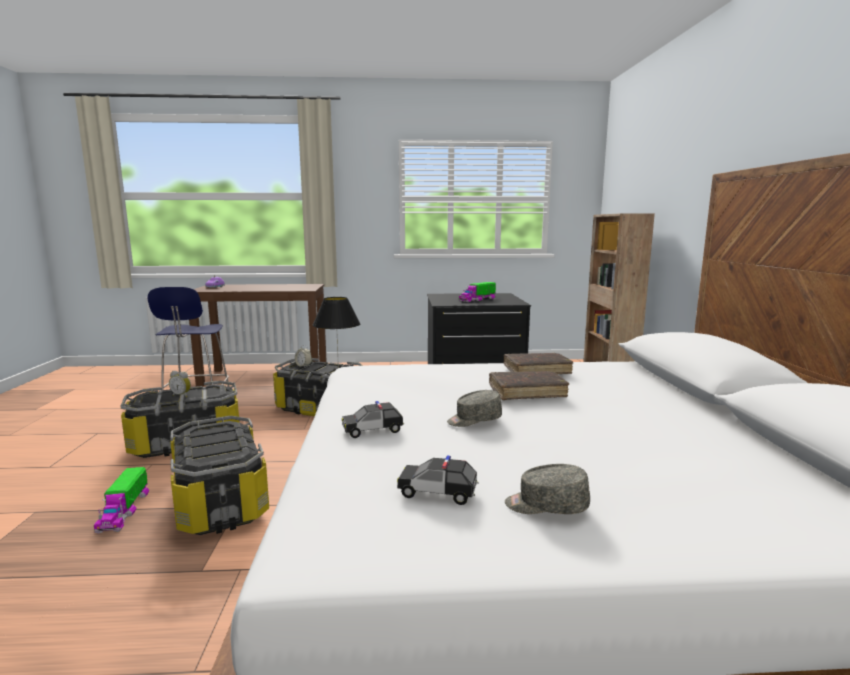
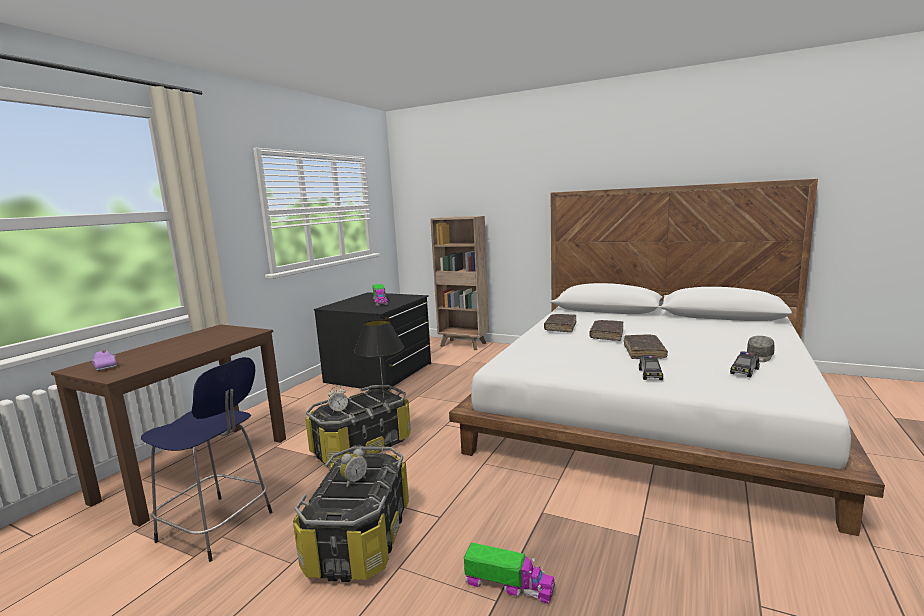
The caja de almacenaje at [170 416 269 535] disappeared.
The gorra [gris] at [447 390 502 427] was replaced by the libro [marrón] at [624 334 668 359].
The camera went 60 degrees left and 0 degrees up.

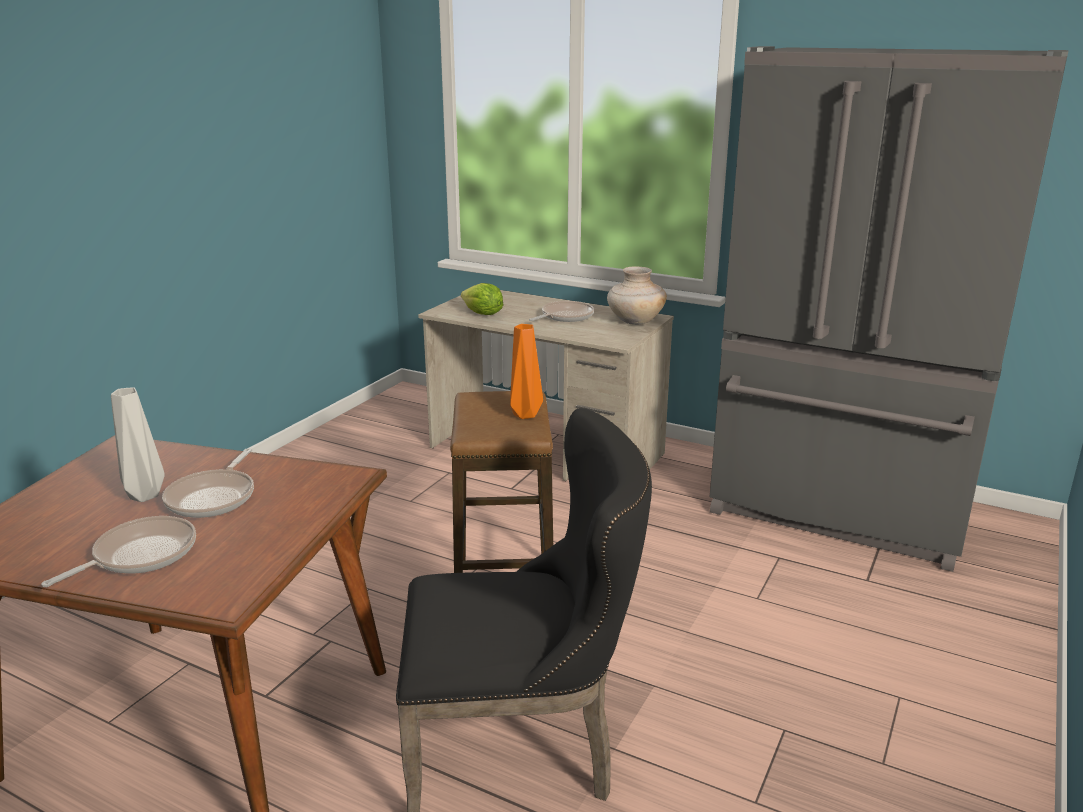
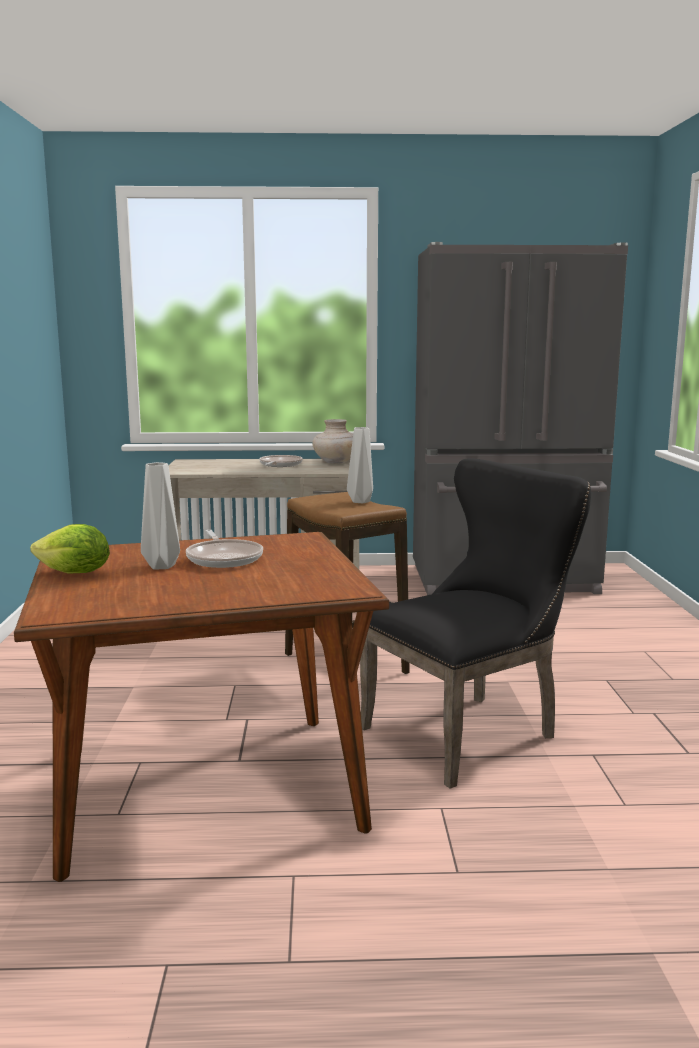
The sartén at [41 516 196 587] disappeared.
The lechuga moved from [461 283 503 315] to [30 524 110 573].
The florero [naranja] at [510 324 543 419] became the florero [gris] at [347 427 373 503].
The camera went 30 degrees left and 10 degrees down.

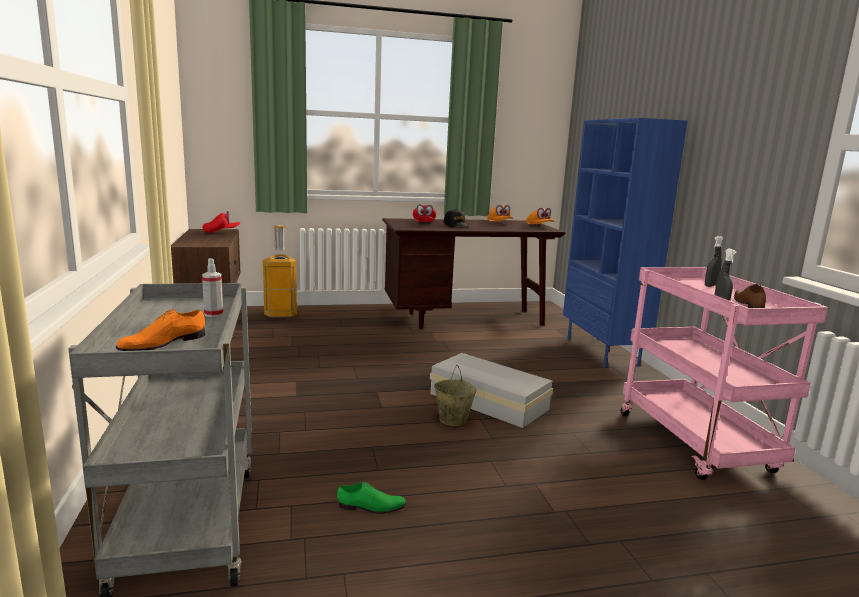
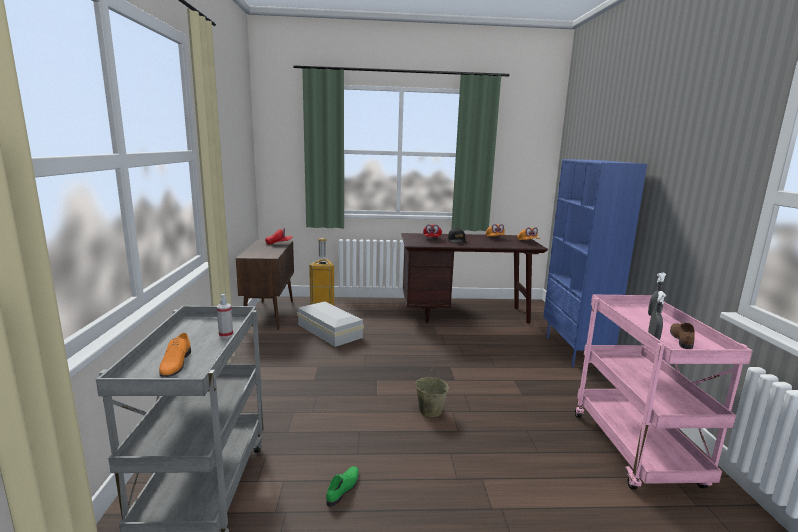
The zapato [naranja] at [116 309 205 351] turned 60 degrees counterclockwise.
The zapato [verde] at [337 482 406 514] turned 75 degrees counterclockwise.
The caja de almacenaje [blanco] moved from [430 353 553 428] to [297 301 364 347].
The camera went 10 degrees right and 0 degrees up.

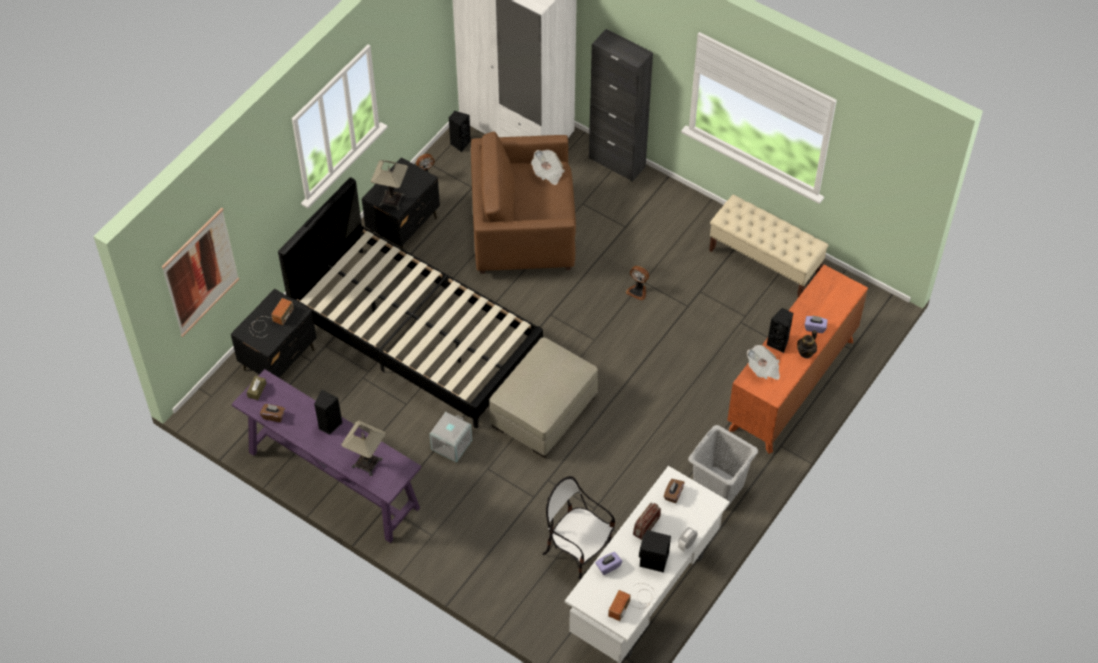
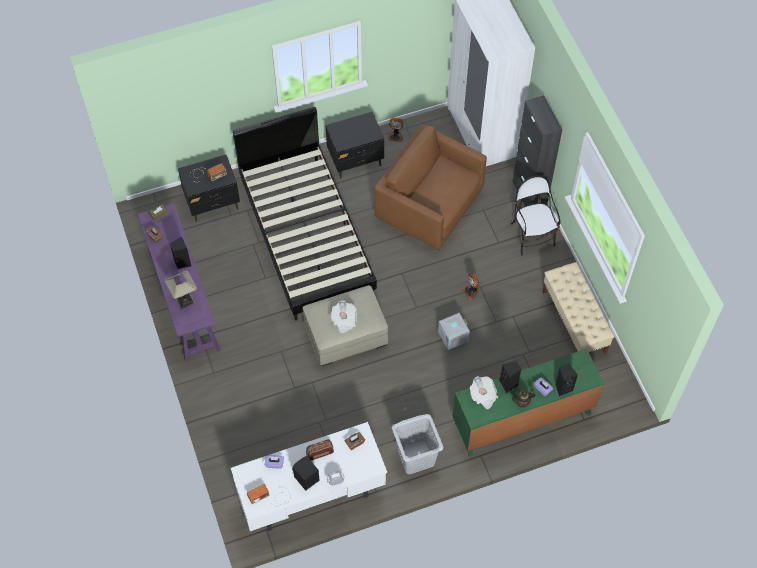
The cuadro at [162 208 239 337] disappeared.
The lámpara de mesa at [371 160 408 210] disappeared.
The caja de almacenaje [gris] moved from [430 412 472 462] to [438 313 470 350].
The altavoz [negro] moved from [449 111 471 152] to [555 364 578 396].
The periódico moved from [531 150 565 185] to [331 300 357 334].
The silla moved from [542 476 615 580] to [511 175 560 255].
The cómoda [naranja] at [727 265 868 454] became the cómoda [verde] at [452 349 604 456].
The camera went 35 degrees right and 5 degrees up.

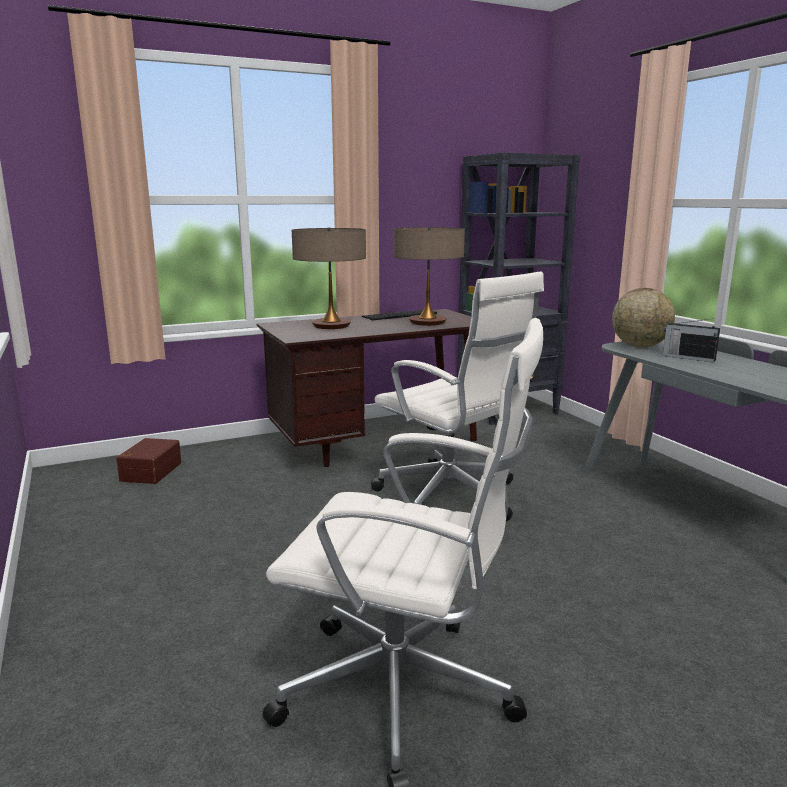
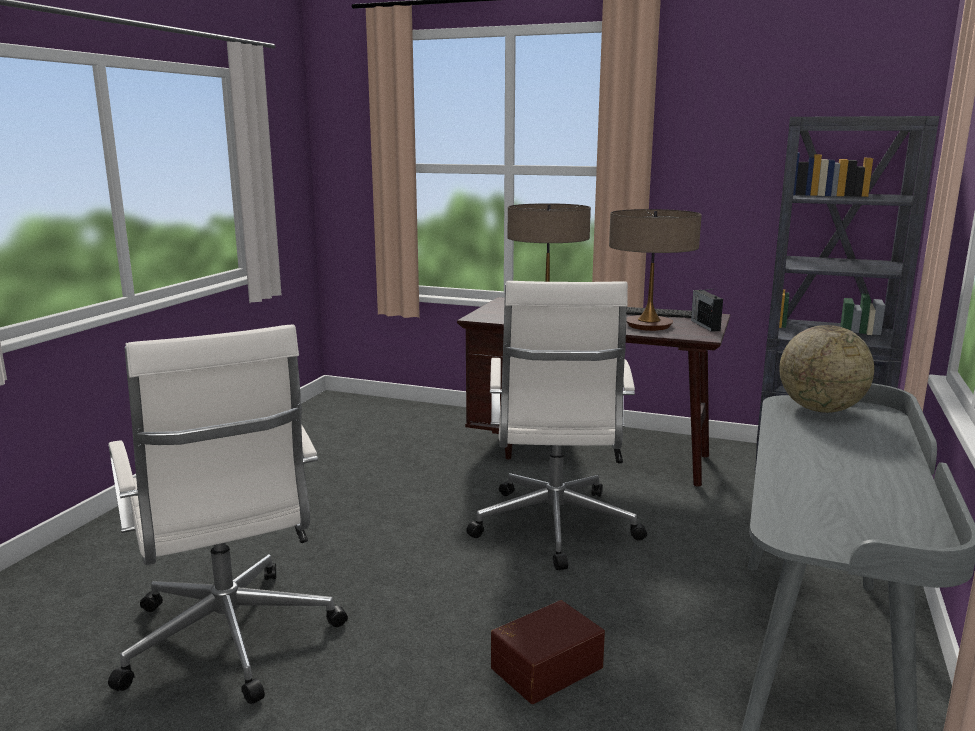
The caja de almacenaje [marrón] moved from [116 438 181 484] to [491 600 605 704].
The radio moved from [663 319 720 362] to [691 288 723 332].
The camera went 45 degrees right and 0 degrees up.

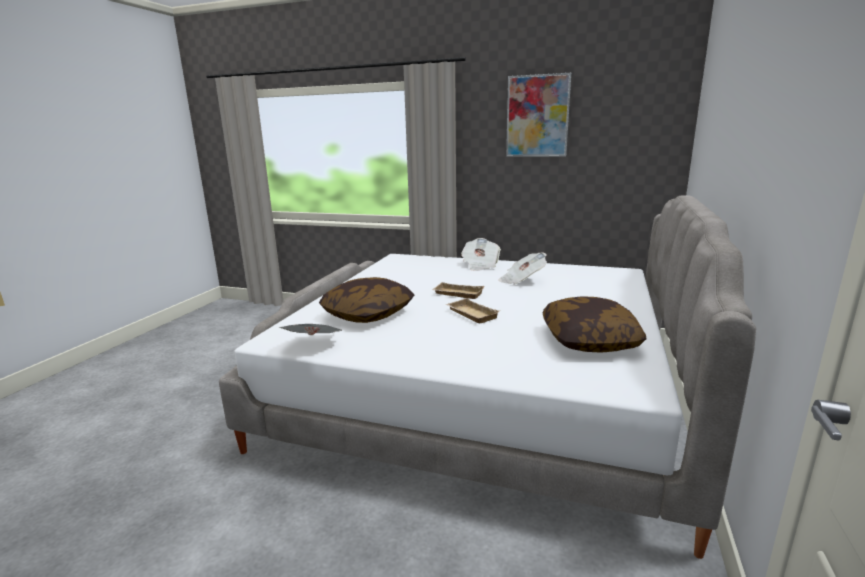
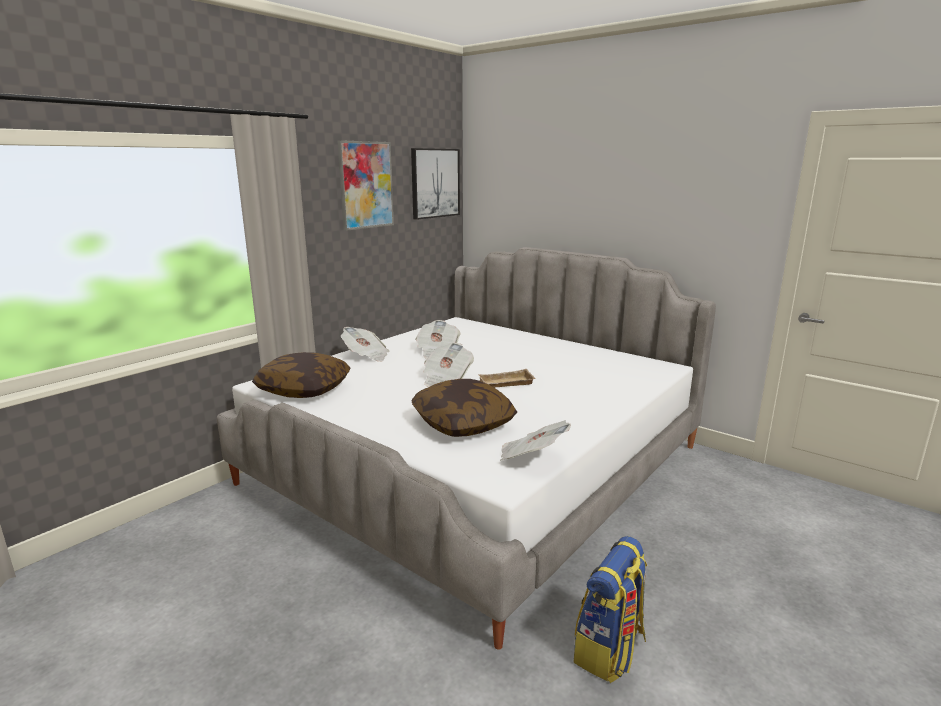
The bandeja [beis] at [432 282 485 299] was replaced by the periódico at [423 343 474 387].
The cojín moved from [543 296 646 353] to [252 352 350 398].
The cuadro at [411 148 460 220] appeared.
The mochila at [574 536 647 683] appeared.
The camera went 70 degrees left and 0 degrees up.

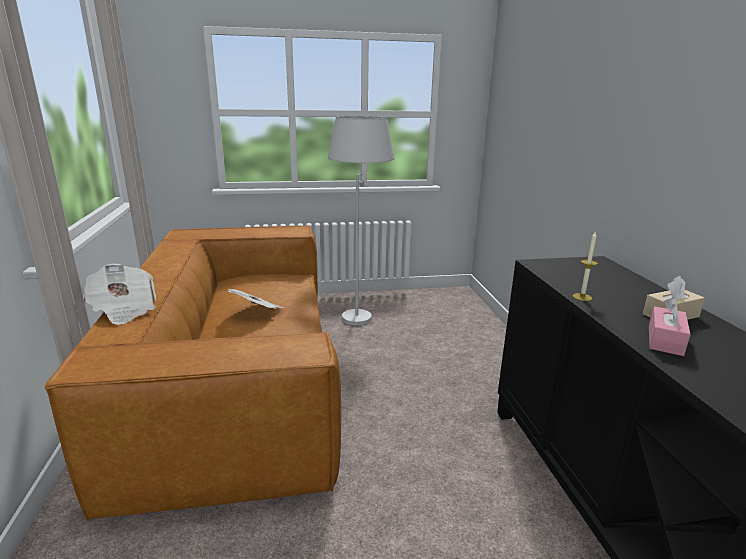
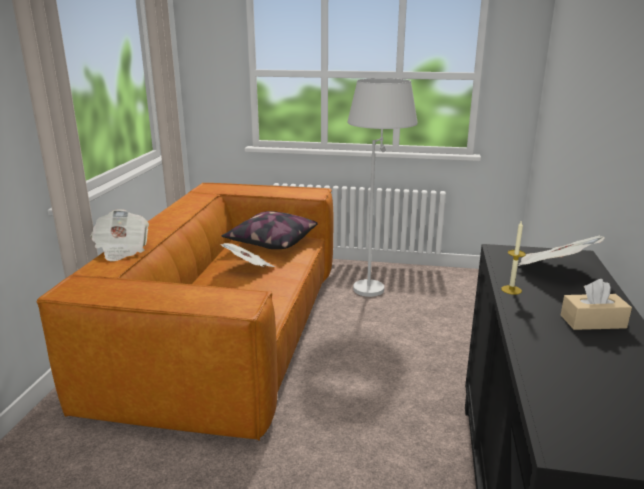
The caja de pañuelos [rosa] at [649 297 691 356] disappeared.
The cojín at [222 211 318 249] appeared.
The periódico at [518 235 605 266] appeared.
The camera went 20 degrees right and 0 degrees up.

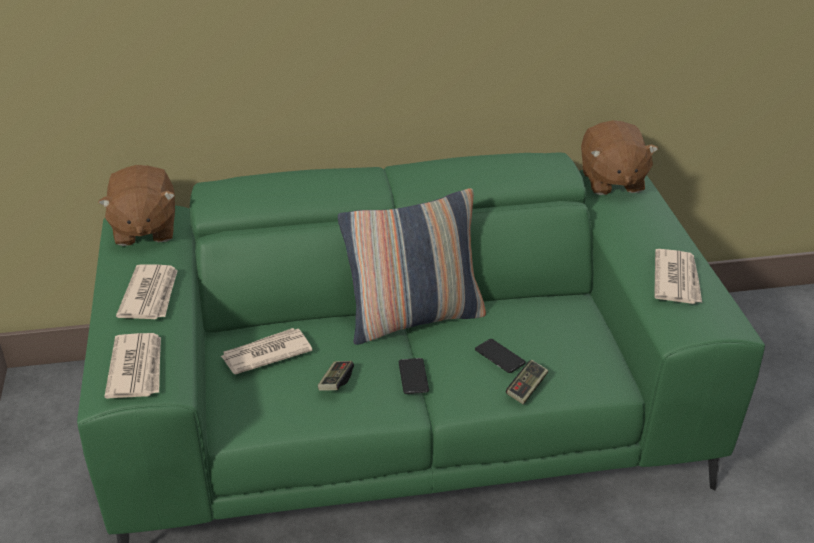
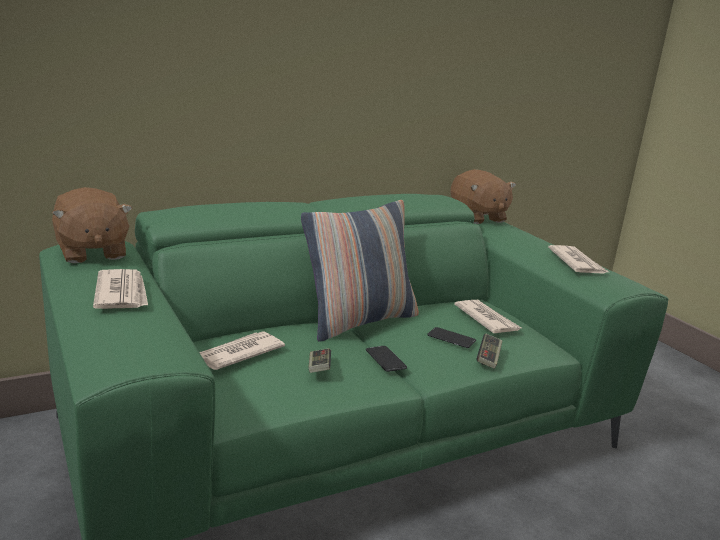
The periódico moved from [104 333 161 399] to [454 300 521 333].
The camera went 20 degrees left and 15 degrees down.

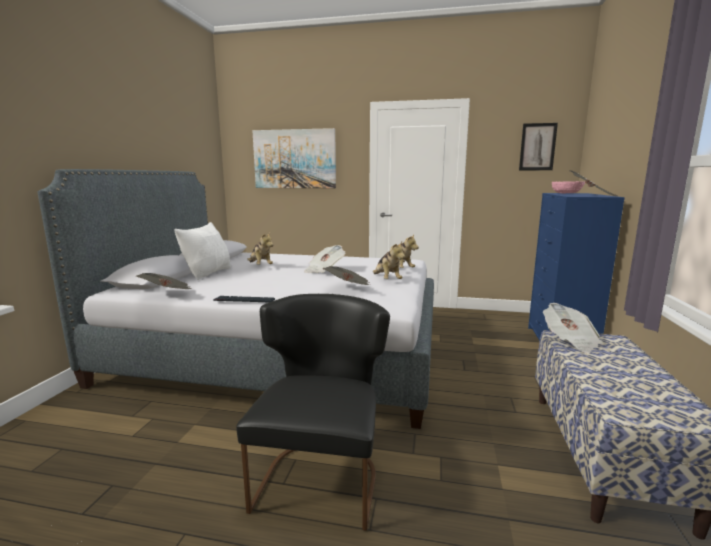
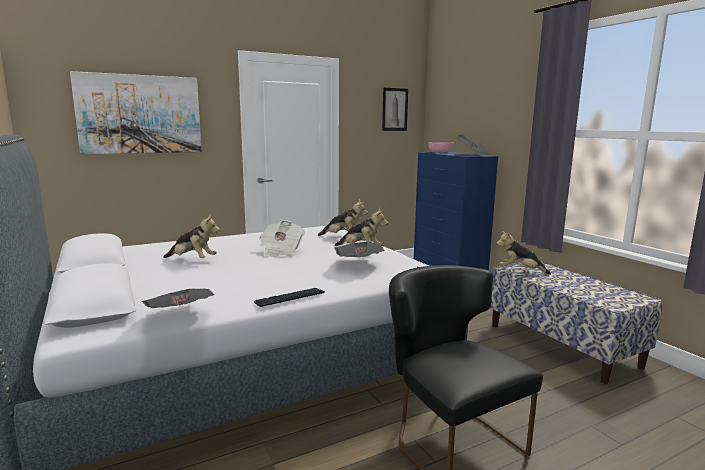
The cojín [blanco] at [175 222 231 280] disappeared.
The periódico at [543 303 603 353] was replaced by the peluche at [496 231 551 275].
The camera went 40 degrees left and 0 degrees up.

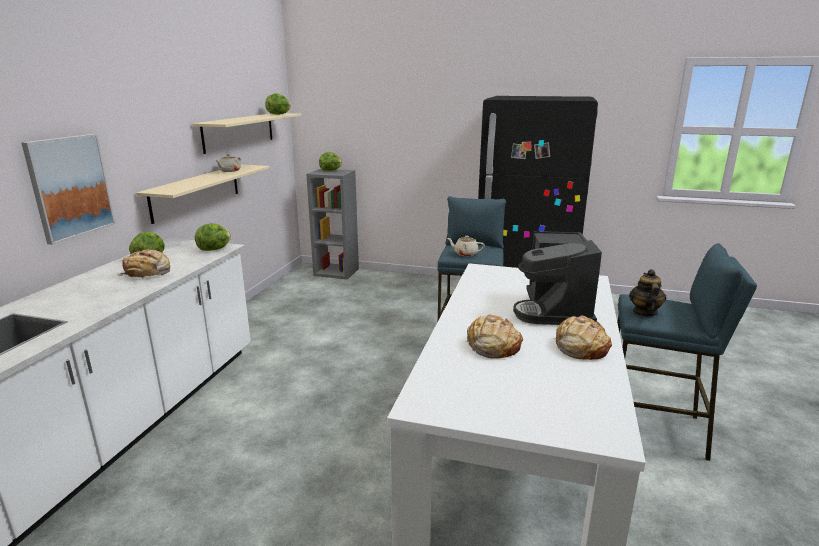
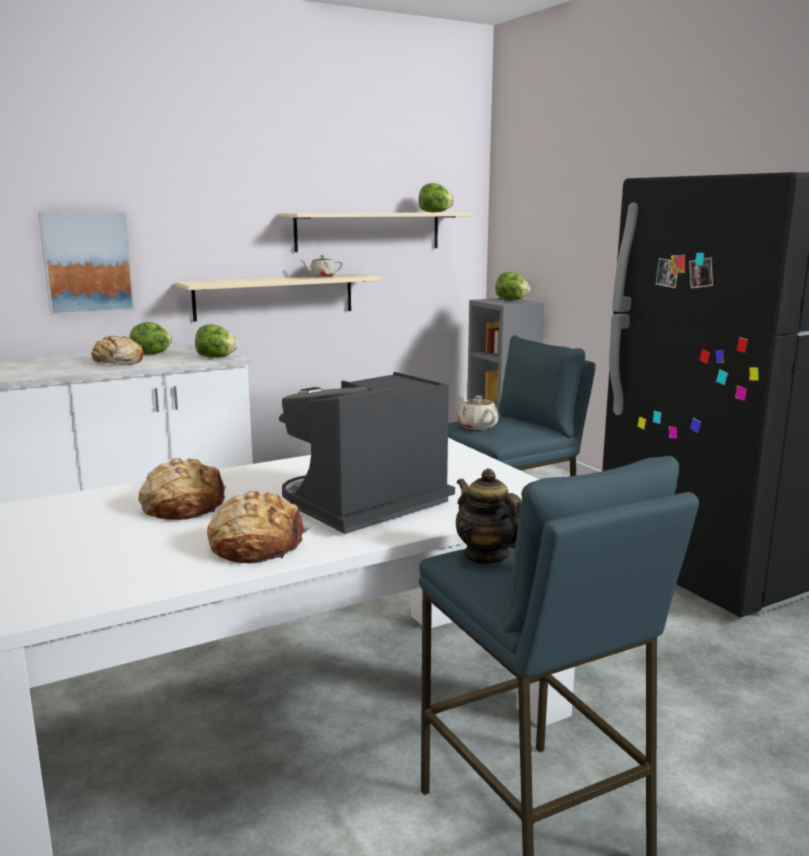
The tetera at [629 269 666 316] turned 90 degrees counterclockwise.
The camera went 45 degrees right and 5 degrees down.

